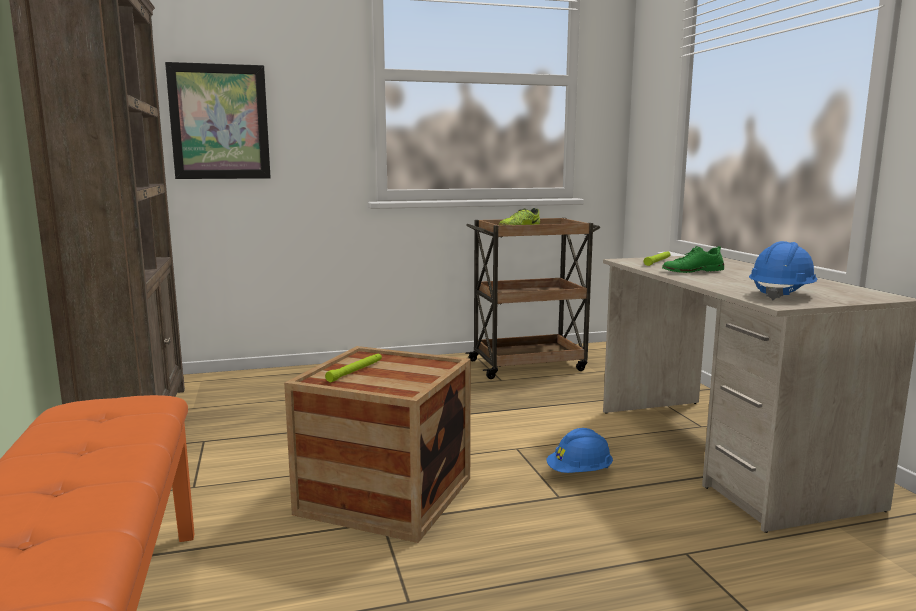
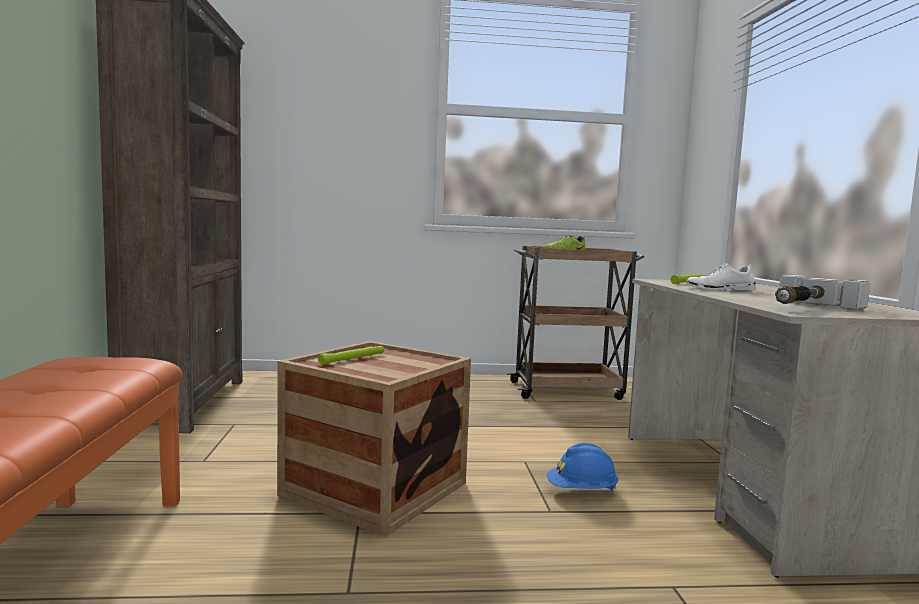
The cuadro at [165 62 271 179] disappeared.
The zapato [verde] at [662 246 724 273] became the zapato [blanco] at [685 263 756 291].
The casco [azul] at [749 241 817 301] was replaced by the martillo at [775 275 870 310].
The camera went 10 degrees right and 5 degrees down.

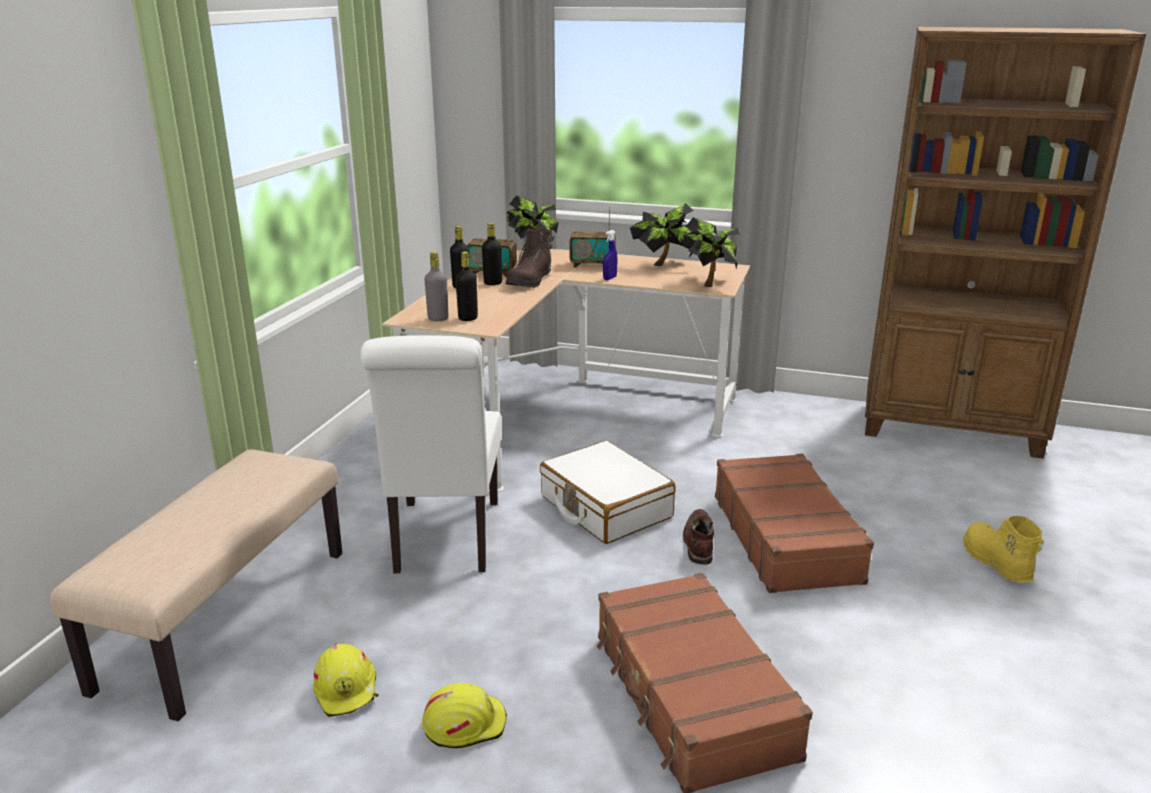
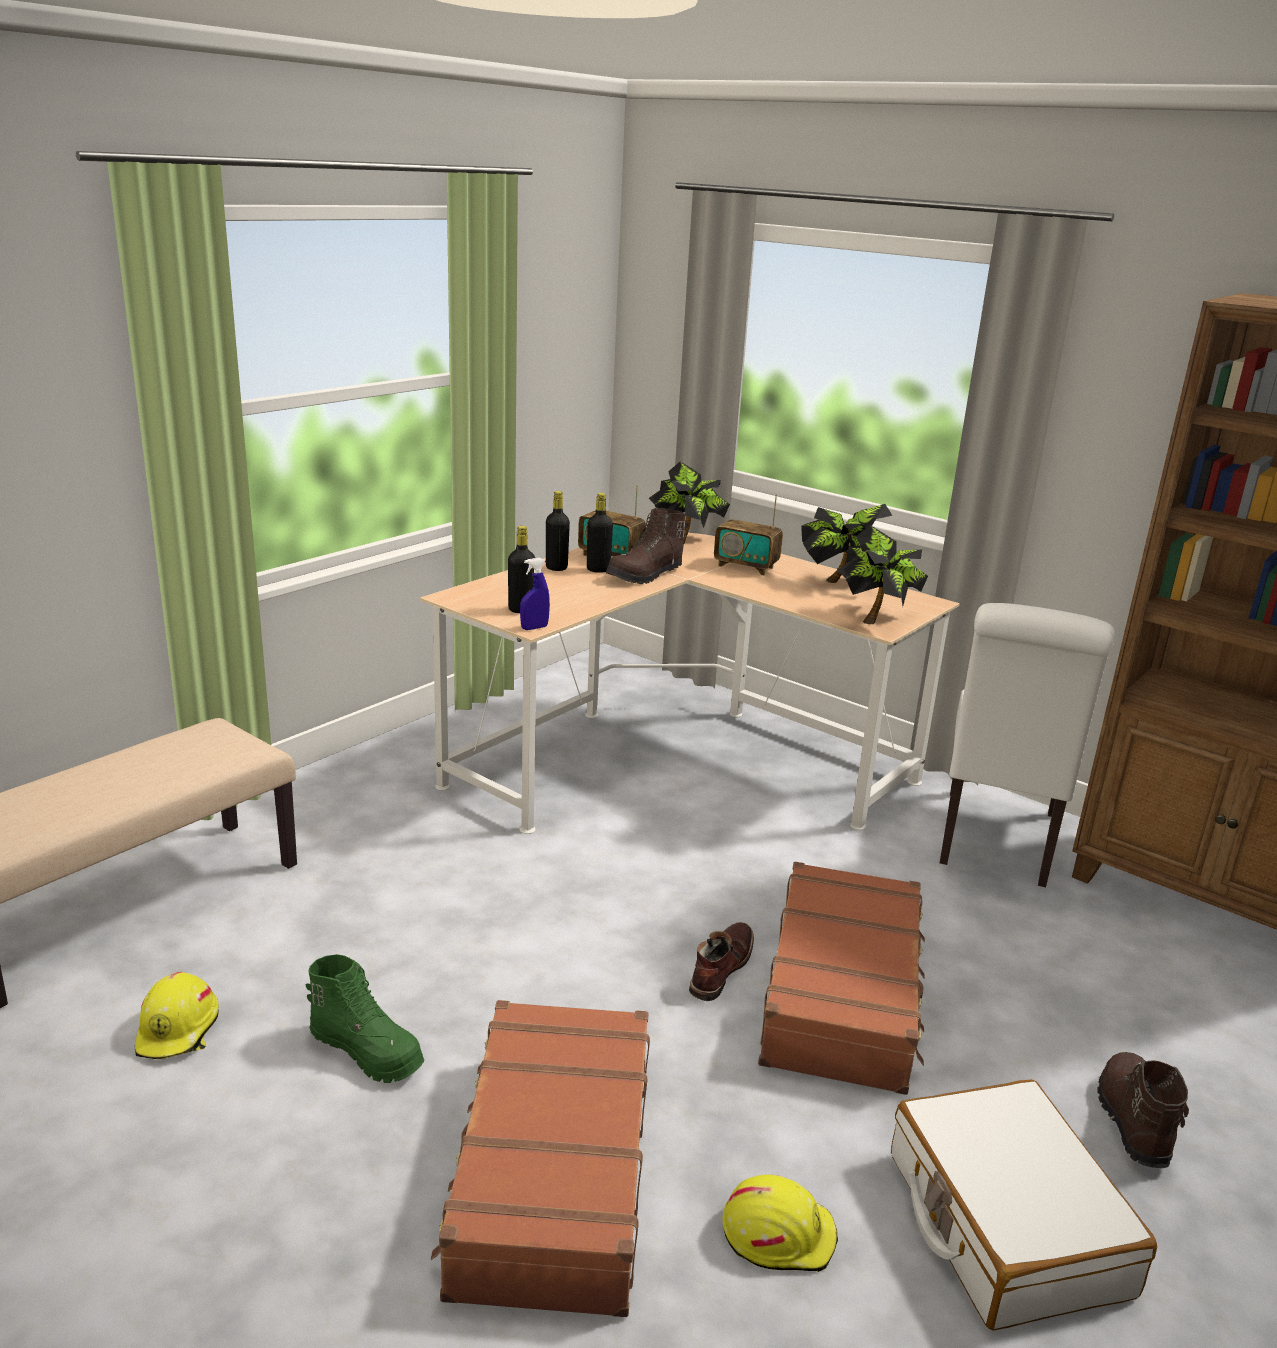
The silla [blanco] moved from [360 335 502 573] to [940 603 1115 887].
The casco [amarillo] moved from [422 683 507 748] to [722 1174 838 1272].
The botella [gris] at [424 252 448 321] disappeared.
The maleta [blanco] moved from [540 440 676 544] to [891 1080 1157 1330].
The pulverizador [azul] moved from [603 230 617 280] to [520 558 550 630].
The bota [amarillo] at [963 516 1043 583] became the bota [marrón] at [1097 1052 1189 1168].
The bota [verde] at [305 954 424 1083] appeared.
The camera went 20 degrees right and 0 degrees up.

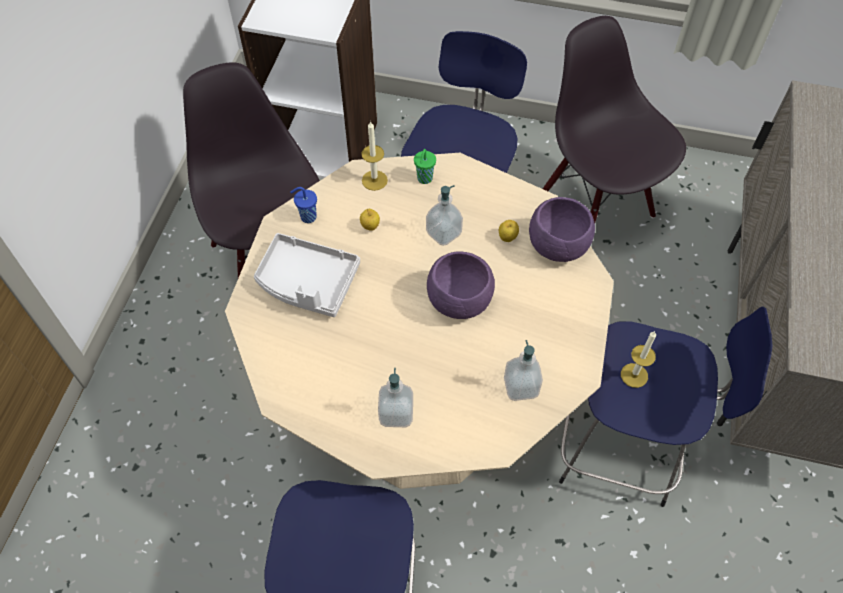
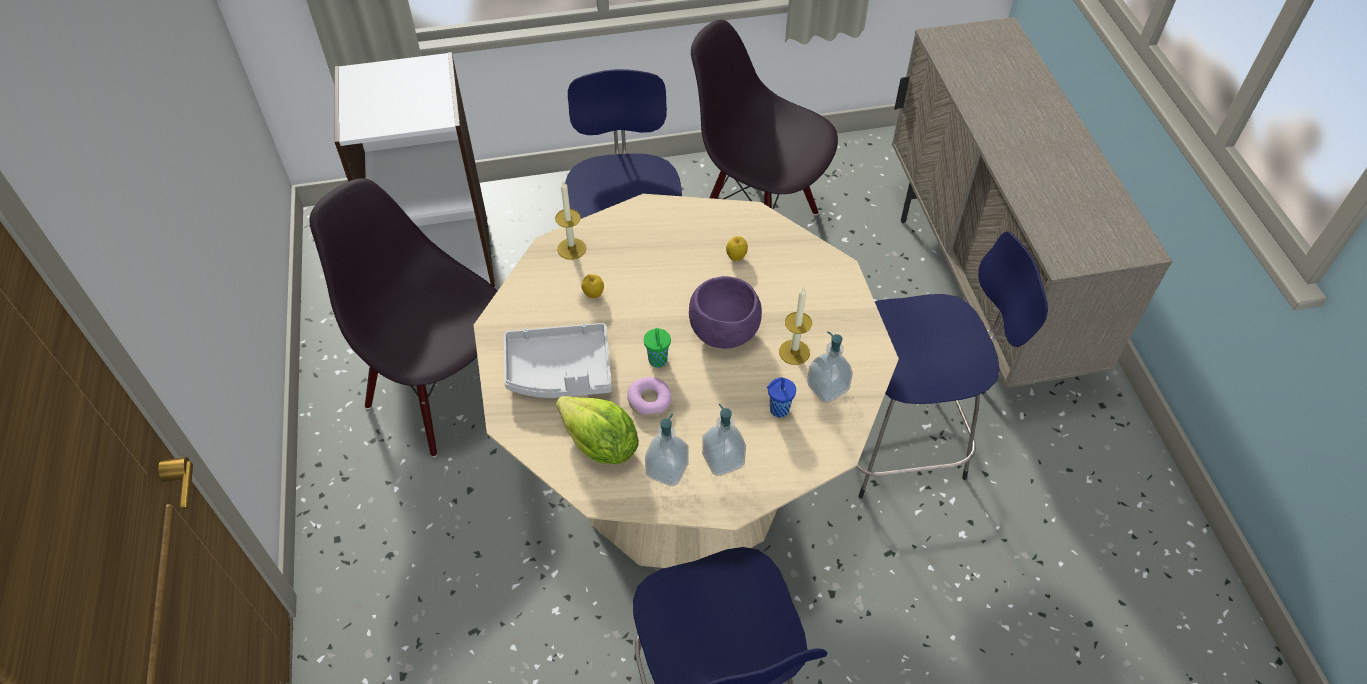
The taza [azul] moved from [290 187 317 223] to [767 377 796 418].
The taza [verde] moved from [414 149 436 184] to [644 328 671 368].
The dispensador de jabón moved from [426 185 463 246] to [645 414 689 486].
The cuenco [morado] at [529 197 595 262] disappeared.
The vela moved from [621 331 656 388] to [779 286 812 365].
The lechuga at [556 396 639 464] appeared.
The rosquilla at [627 377 671 417] appeared.
The camera went 25 degrees left and 5 degrees down.

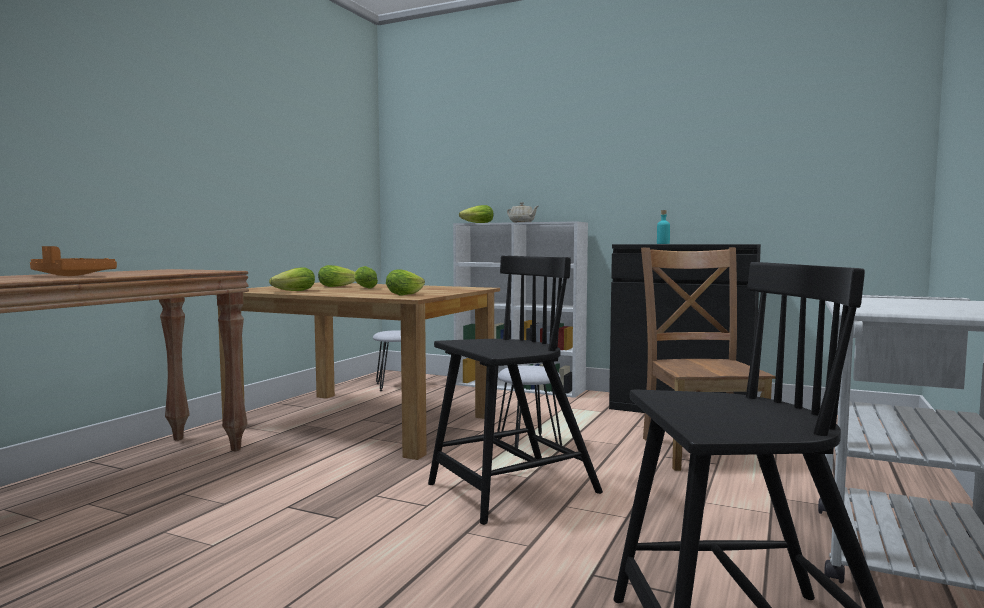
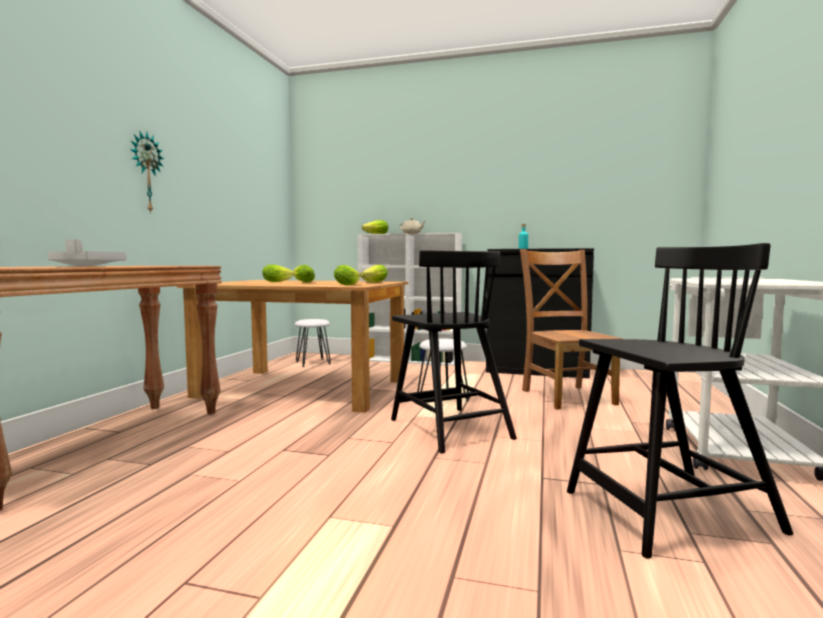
The bandeja [naranja] at [30 246 117 276] became the bandeja [gris] at [47 240 127 266].
The lechuga moved from [269 267 315 291] to [361 265 388 282].
The silla [negro] at [428 255 603 525] turned 105 degrees clockwise.
The reloj de pared at [130 132 164 214] appeared.
The camera went 10 degrees left and 0 degrees up.

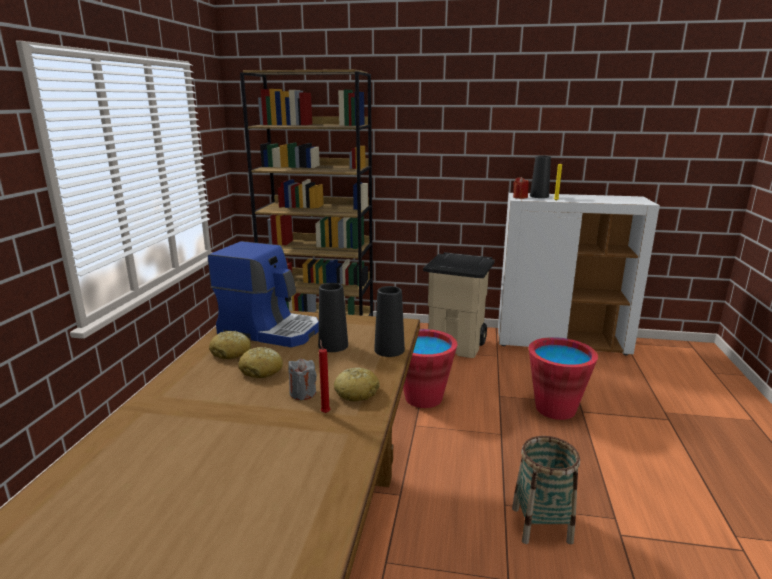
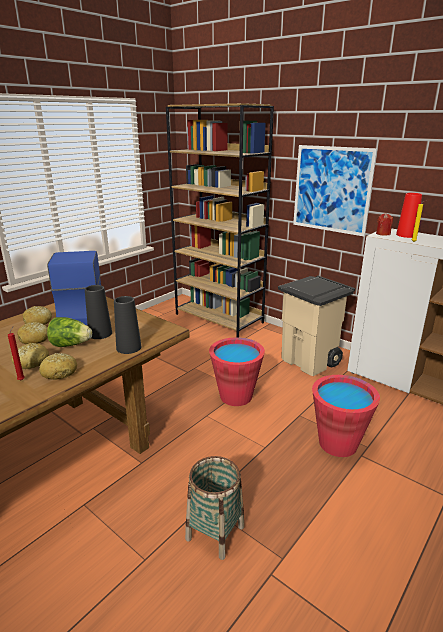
The cafetera at [208 241 319 347] turned 150 degrees counterclockwise.
The vela [gris] at [288 359 317 400] was replaced by the pan at [12 343 49 369].
The florero [negro] at [530 156 551 198] became the florero [rojo] at [396 193 422 238].
The lechuga at [47 317 92 347] appeared.
The cuadro at [293 145 377 236] appeared.
The camera went 30 degrees right and 5 degrees up.

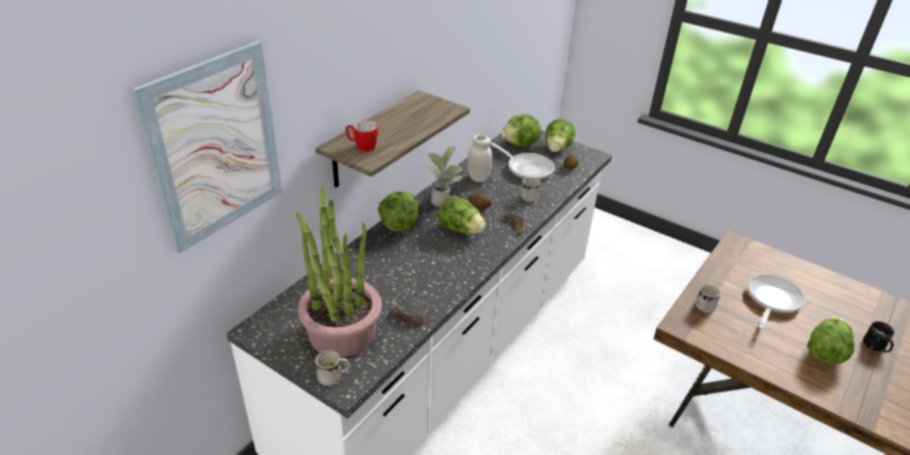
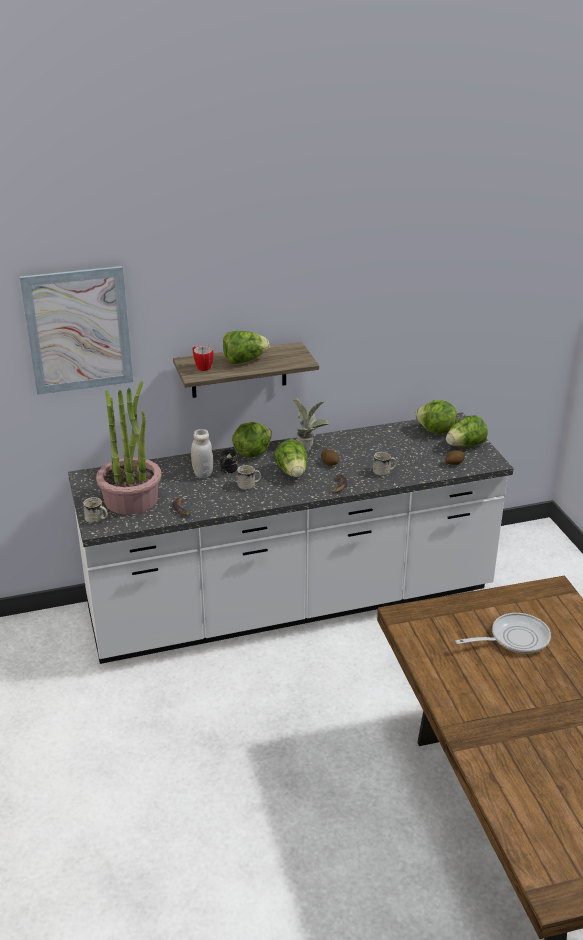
The tarro [blanco] moved from [467 134 492 183] to [191 429 213 478].
The sartén at [490 141 555 180] disappeared.
The taza grande [blanco] moved from [696 285 721 313] to [237 465 261 490].
The lechuga moved from [808 317 854 364] to [223 331 269 364].
The taza grande [negro] moved from [863 321 894 352] to [220 449 238 473].
The camera went 40 degrees right and 5 degrees down.

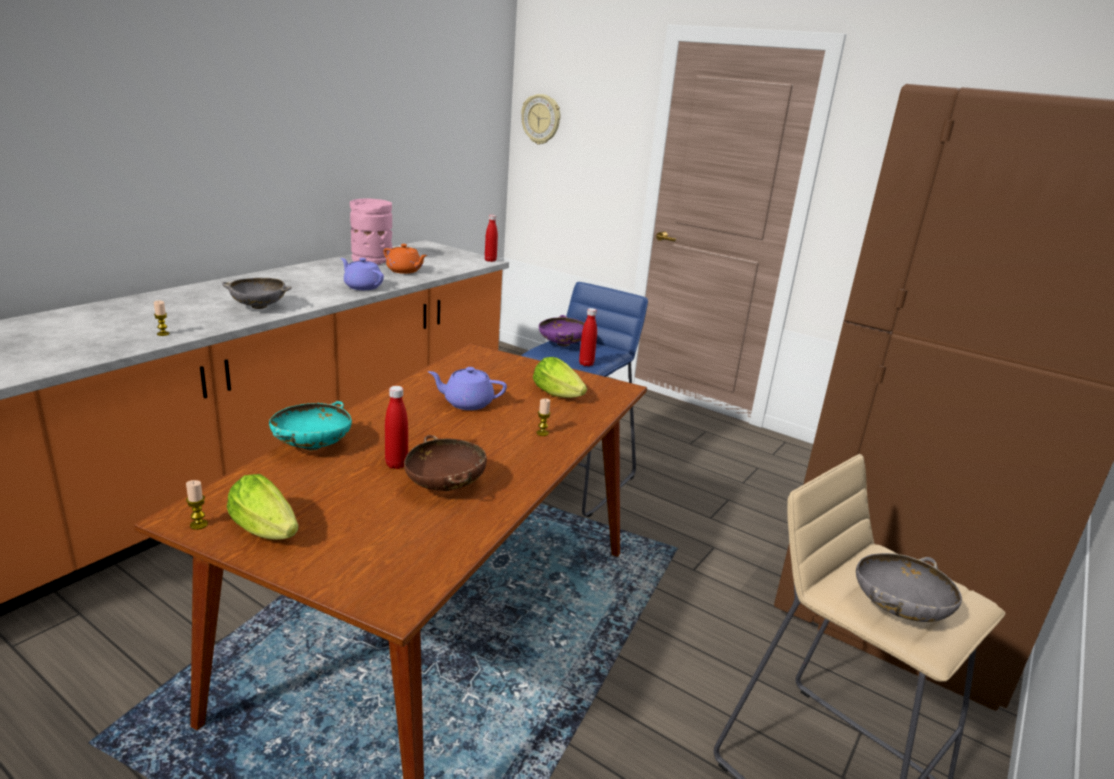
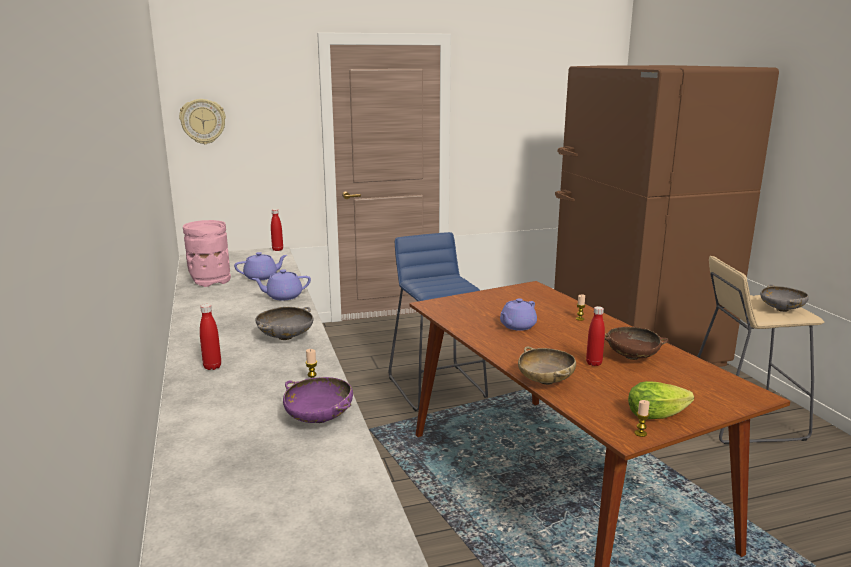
The cuenco [turquesa] at [269 401 352 450] became the cuenco [beis] at [518 346 576 385].
The tetera [naranja] at [383 244 428 274] became the tetera [morado] at [234 252 287 280].
The lechuga at [533 357 587 398] disappeared.
The cuenco [morado] moved from [539 315 585 347] to [283 377 353 423].
The botella [rojo] moved from [579 308 597 367] to [200 304 221 370].
The camera went 50 degrees left and 5 degrees down.

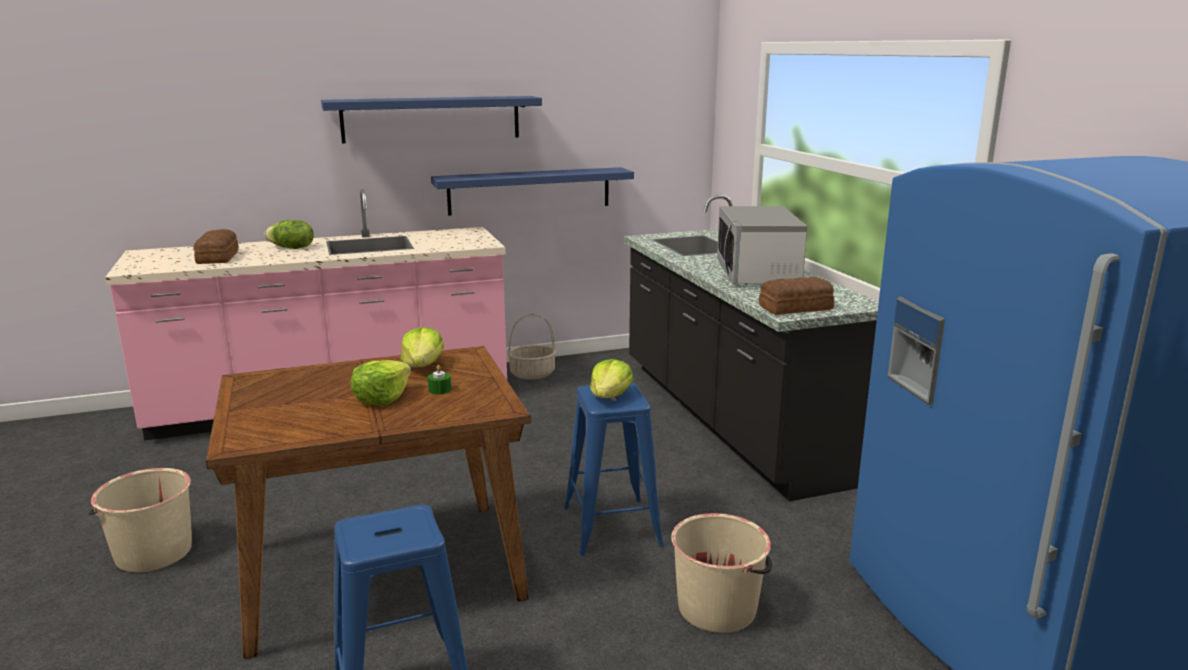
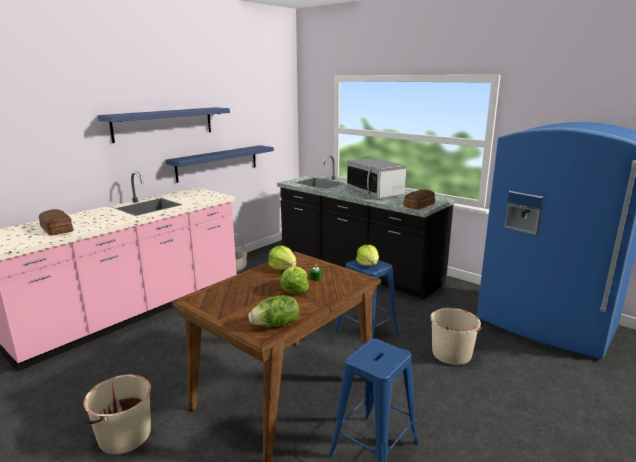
The lechuga moved from [264 220 314 249] to [249 295 299 327].
The camera went 30 degrees left and 0 degrees up.

